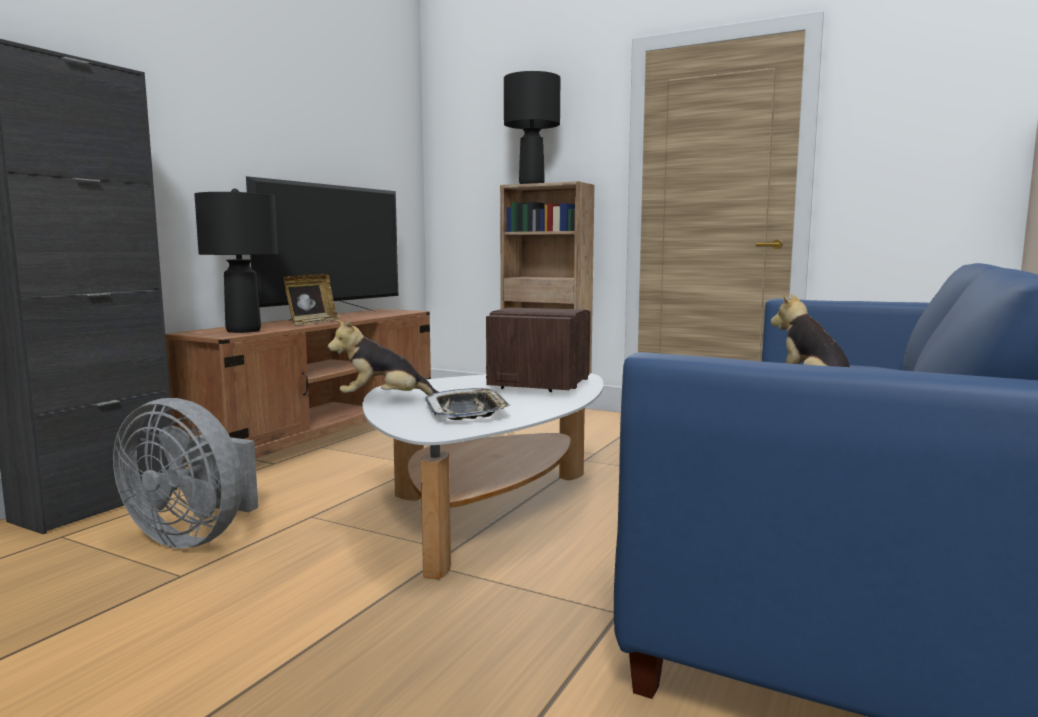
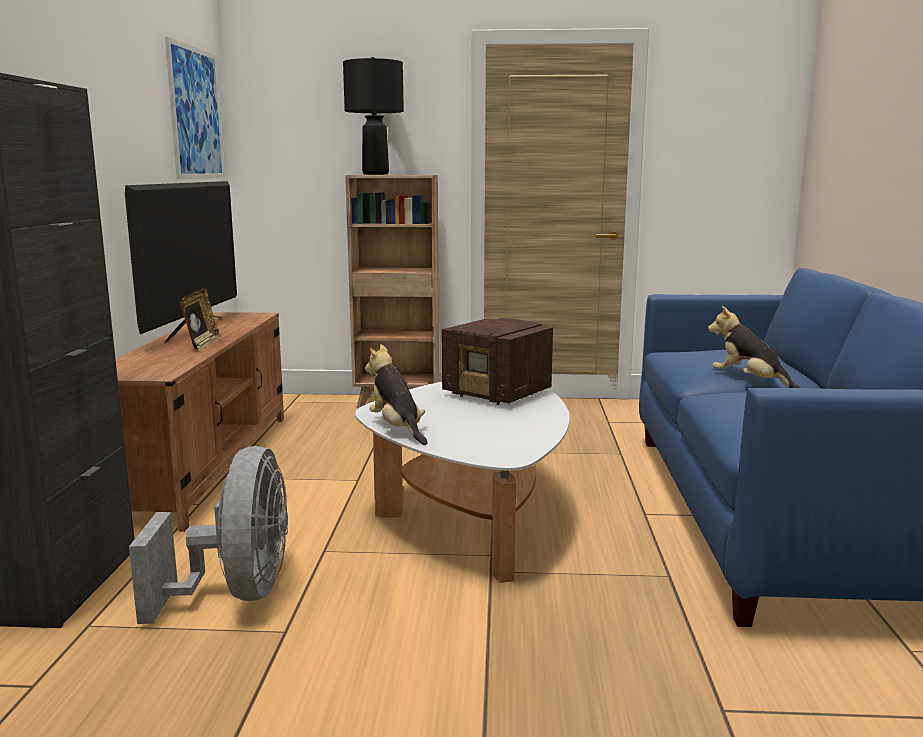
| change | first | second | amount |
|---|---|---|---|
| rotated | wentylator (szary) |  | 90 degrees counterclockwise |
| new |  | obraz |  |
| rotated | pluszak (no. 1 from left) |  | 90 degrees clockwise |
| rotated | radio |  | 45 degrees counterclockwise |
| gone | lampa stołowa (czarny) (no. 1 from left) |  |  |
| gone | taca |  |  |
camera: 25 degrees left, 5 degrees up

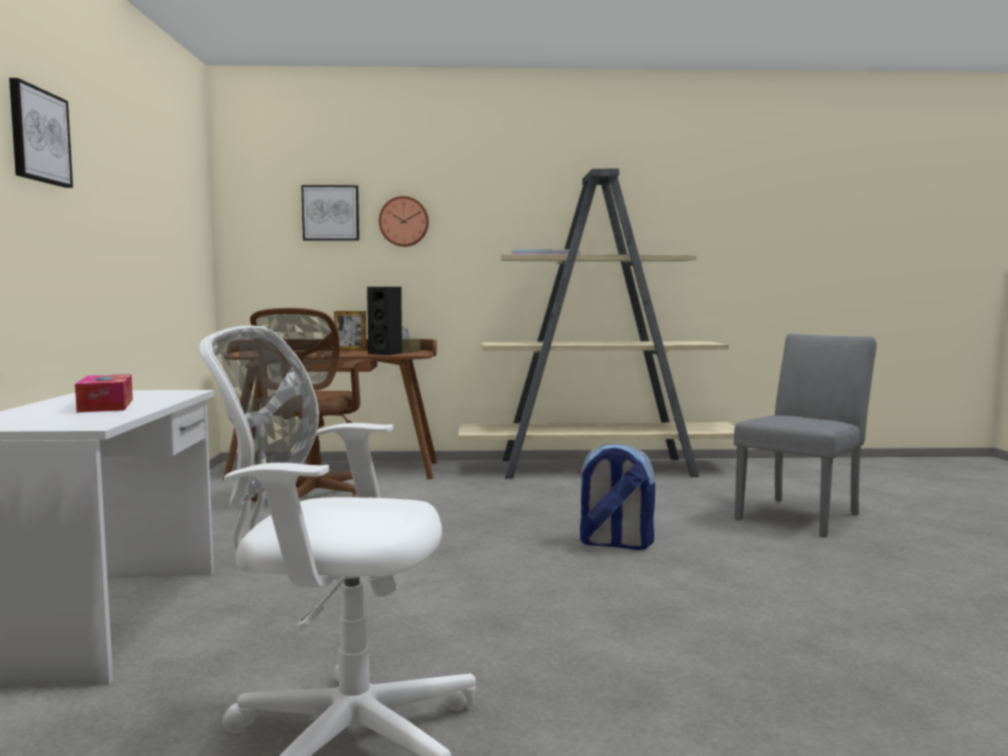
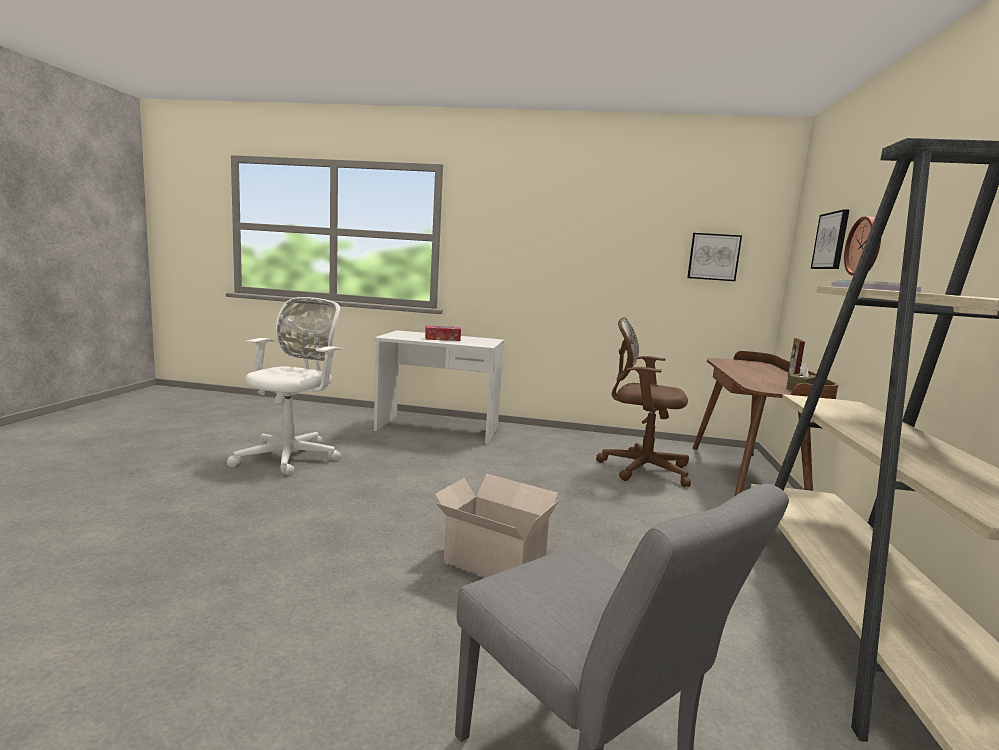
| change | first | second | amount |
|---|---|---|---|
| swapped | plecak | karton |  |
| shifted | obraz (no. 1 from left) |  |  |
| gone | głośnik (czarny) |  |  |
camera: 100 degrees right, 5 degrees up

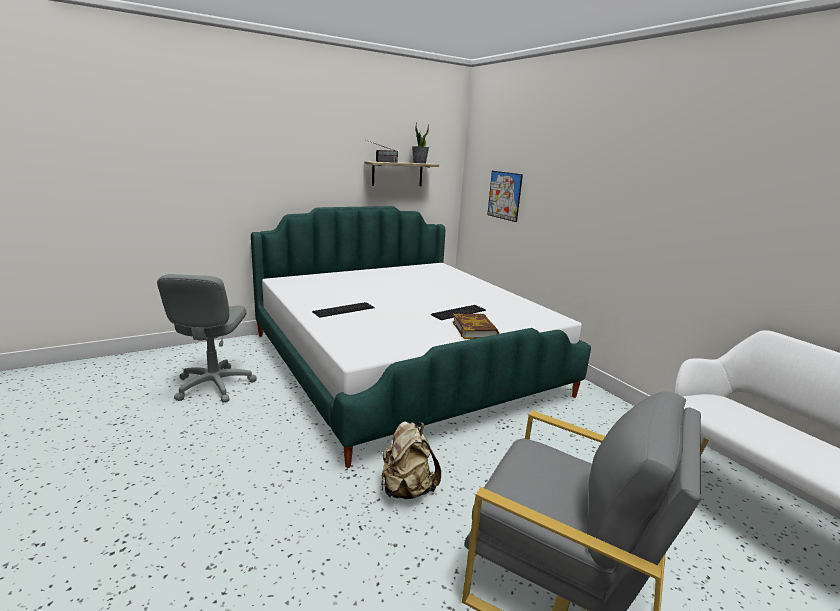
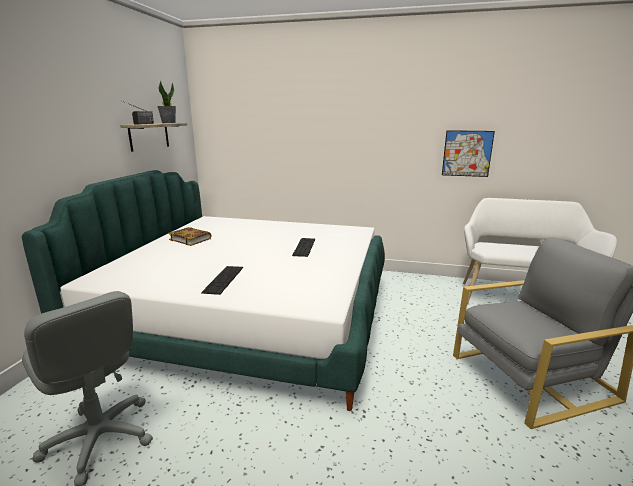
| change | first | second | amount |
|---|---|---|---|
| shifted | książka |  |  |
| shifted | obraz |  |  |
| gone | plecak (beżowy) |  |  |
camera: 45 degrees left, 0 degrees up

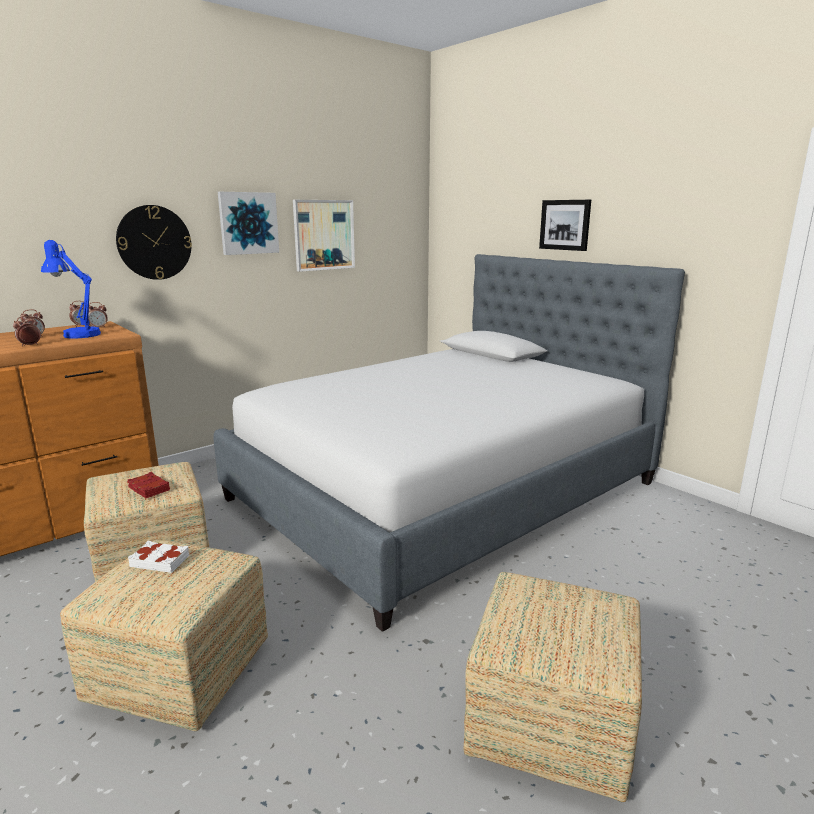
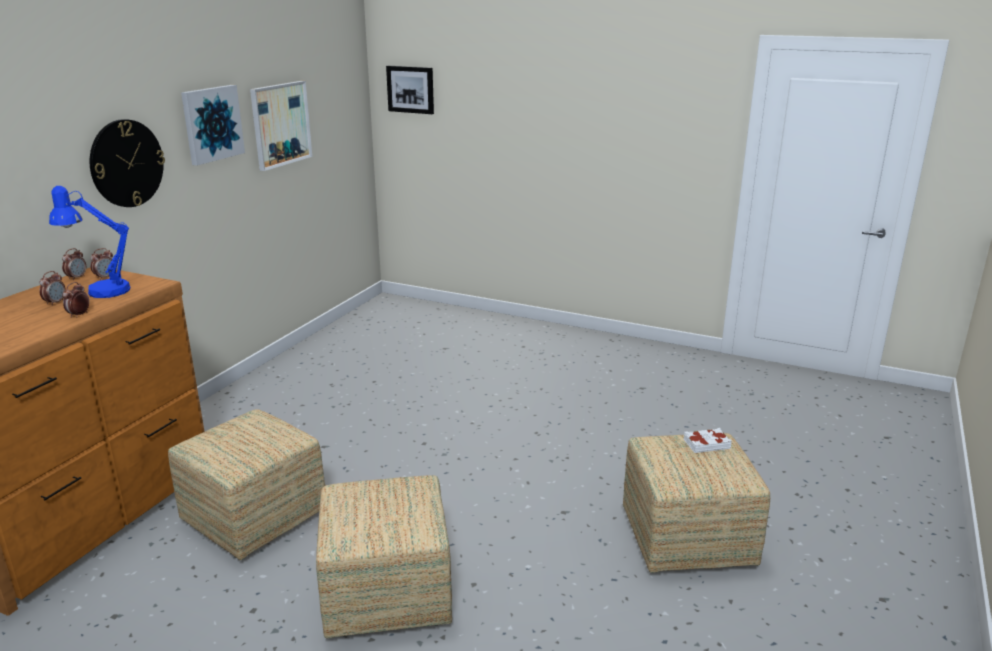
| change | first | second | amount |
|---|---|---|---|
| shifted | obraz (no. 3 from left) |  |  |
| shifted | książka (biały) |  |  |
| gone | książka (czerwony) |  |  |
| gone | łóżko |  |  |
camera: 25 degrees left, 5 degrees up

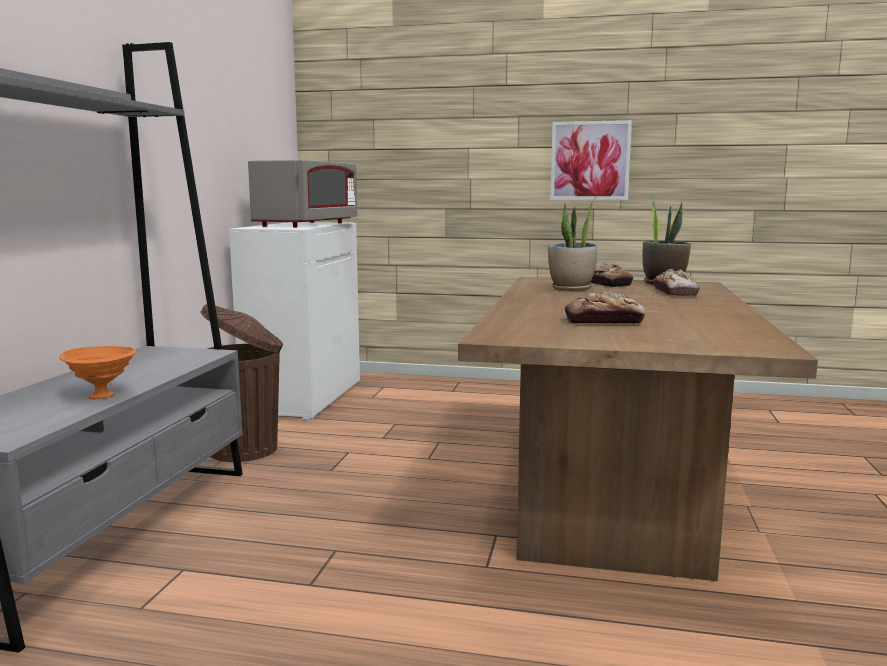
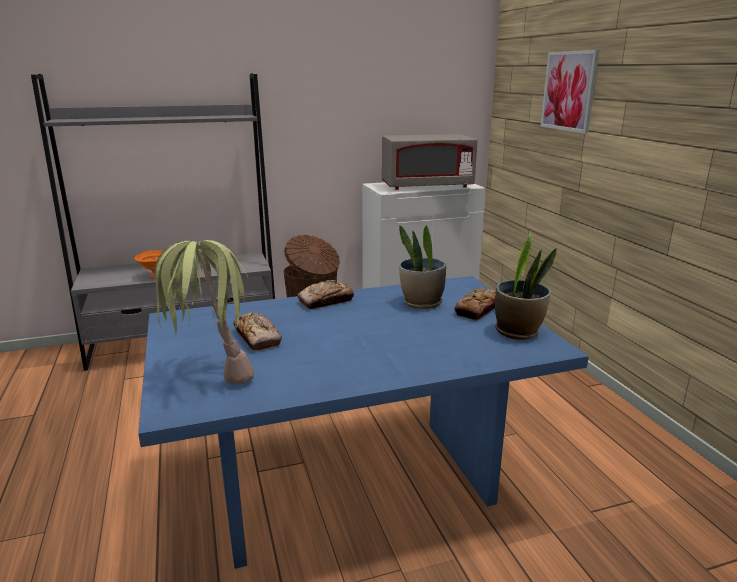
| change | first | second | amount |
|---|---|---|---|
| repainted | stół jadalny (brązowy) | stół jadalny (niebieski) |  |
| new |  | roślina doniczkowa (no. 1 from left) |  |
| shifted | chleb (no. 3 from left in the first image) | chleb (no. 2 from left) |  |
| shifted | obraz |  |  |
camera: 60 degrees right, 10 degrees up

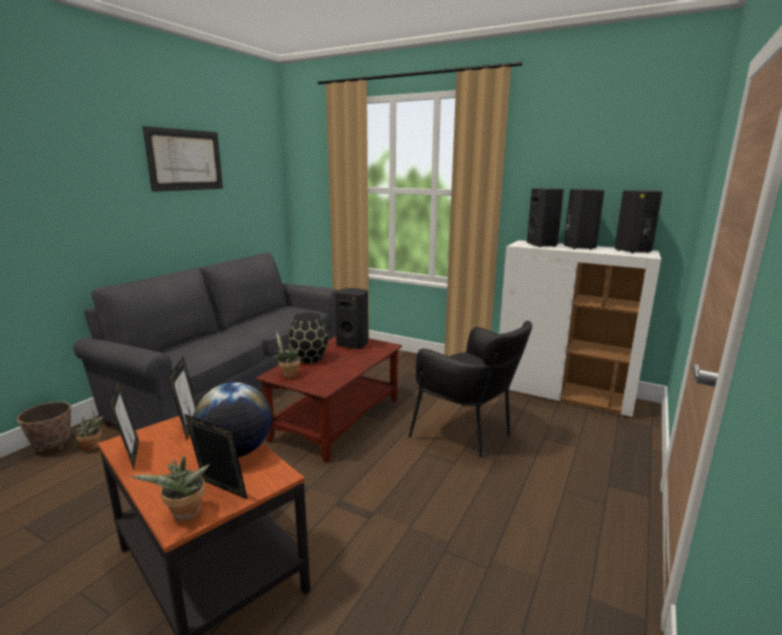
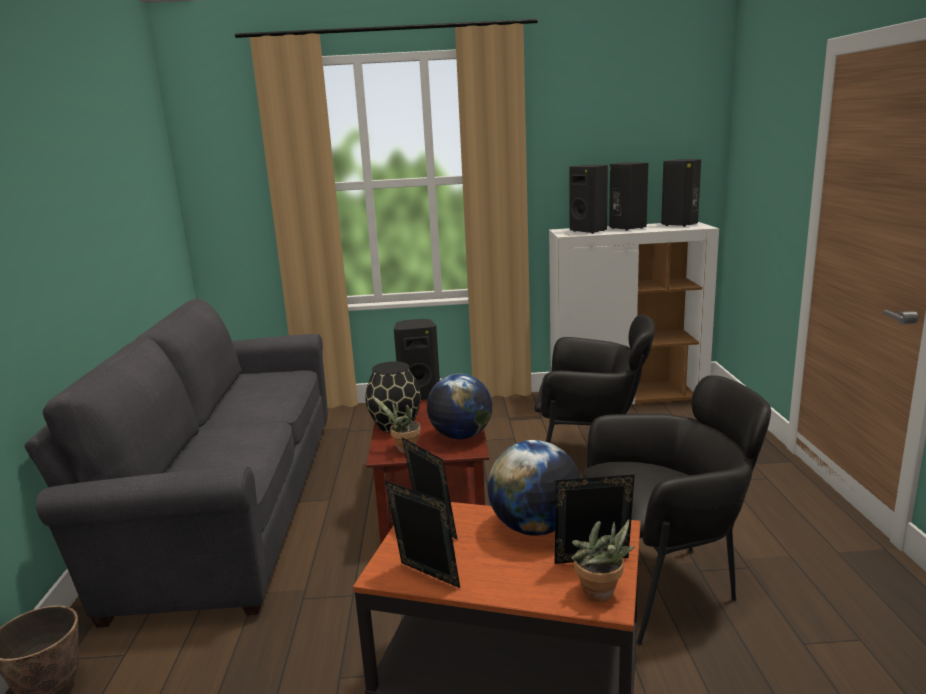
| change | first | second | amount |
|---|---|---|---|
| new |  | globus (no. 1 from left) |  |
| new |  | fotel (czarny) (no. 2 from left) |  |
| gone | roślina doniczkowa (no. 1 from left) |  |  |
| gone | obraz |  |  |
camera: 30 degrees left, 0 degrees up

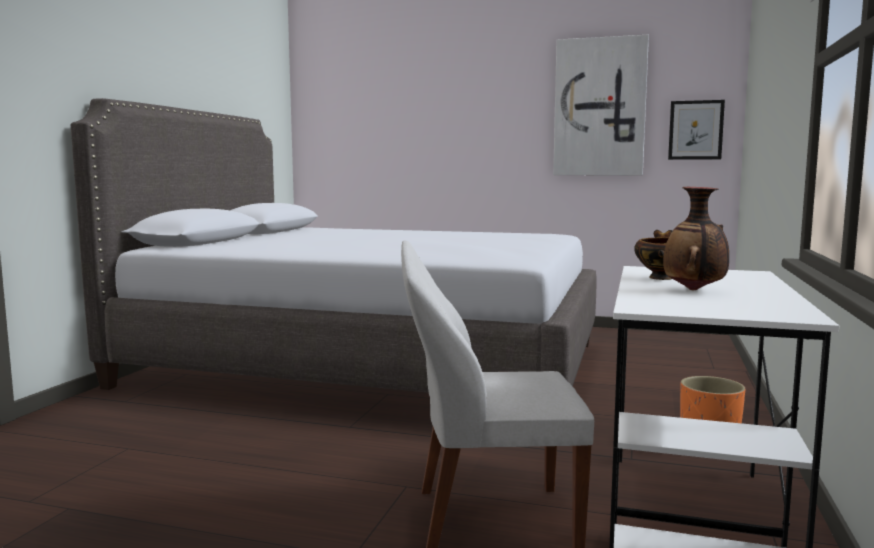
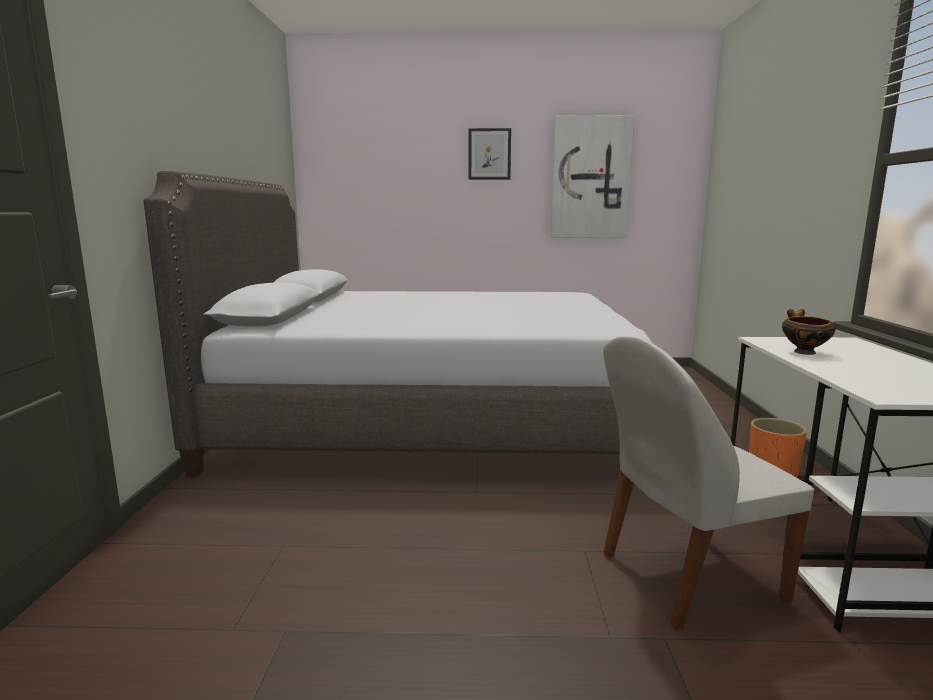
| change | first | second | amount |
|---|---|---|---|
| shifted | obraz (no. 2 from left in the first image) | obraz (no. 1 from left) |  |
| gone | wazon |  |  |
camera: 15 degrees left, 5 degrees up

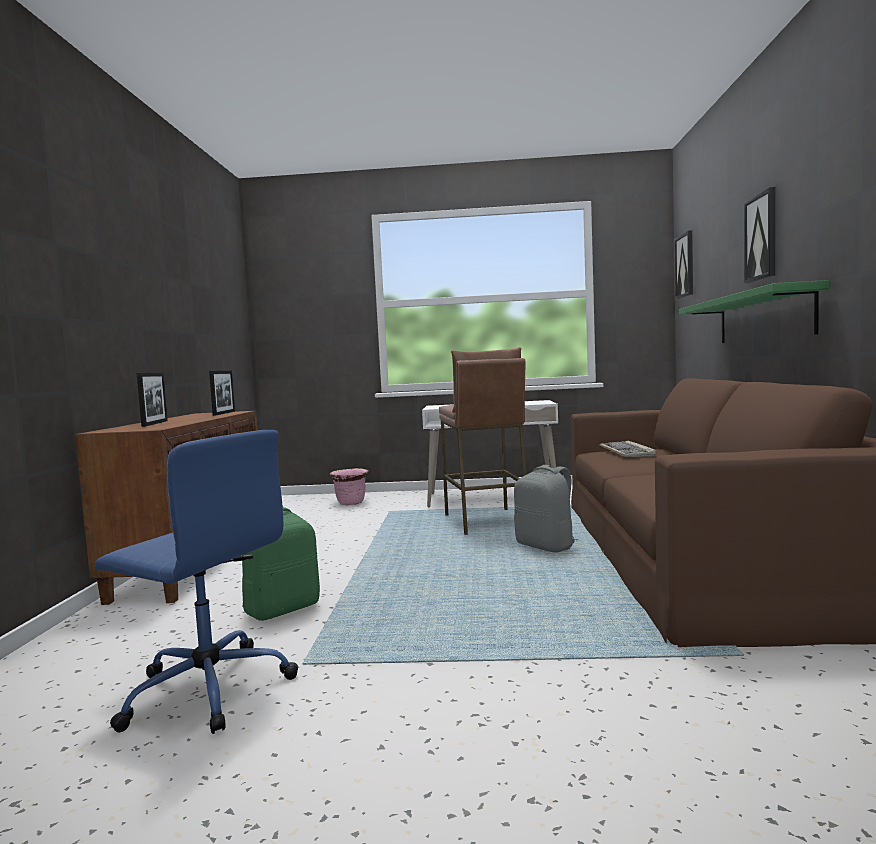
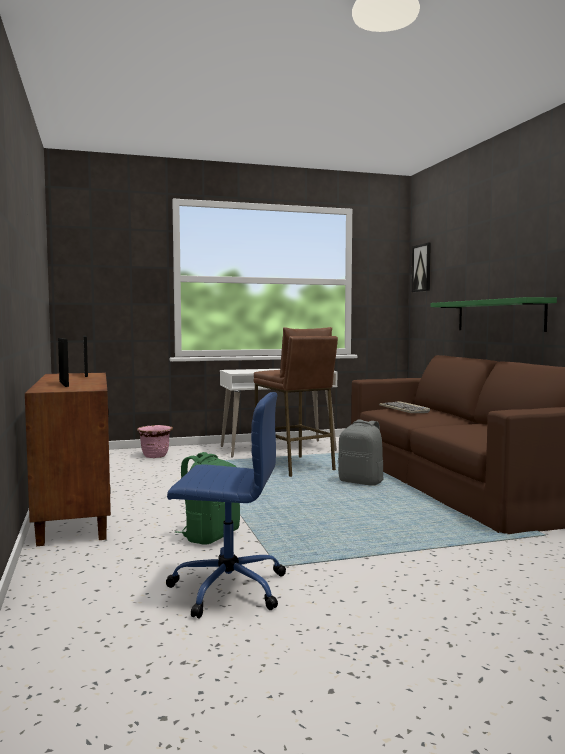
| change | first | second | amount |
|---|---|---|---|
| gone | obraz (no. 2 from left) |  |  |
camera: 20 degrees left, 0 degrees up

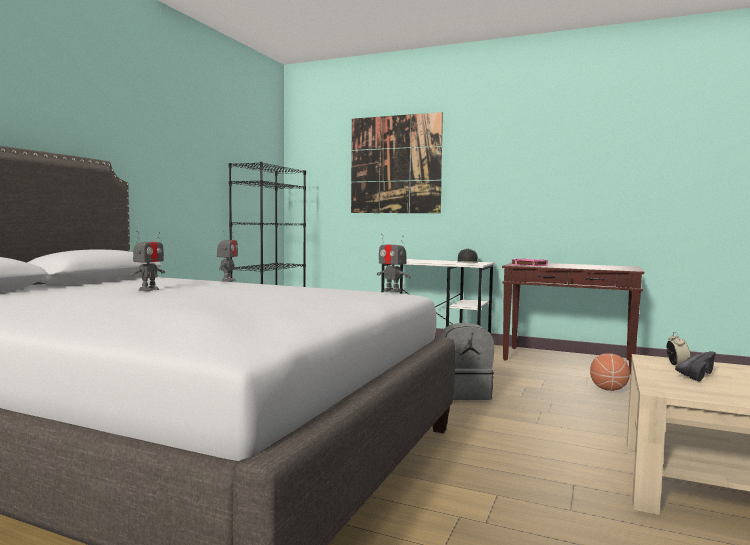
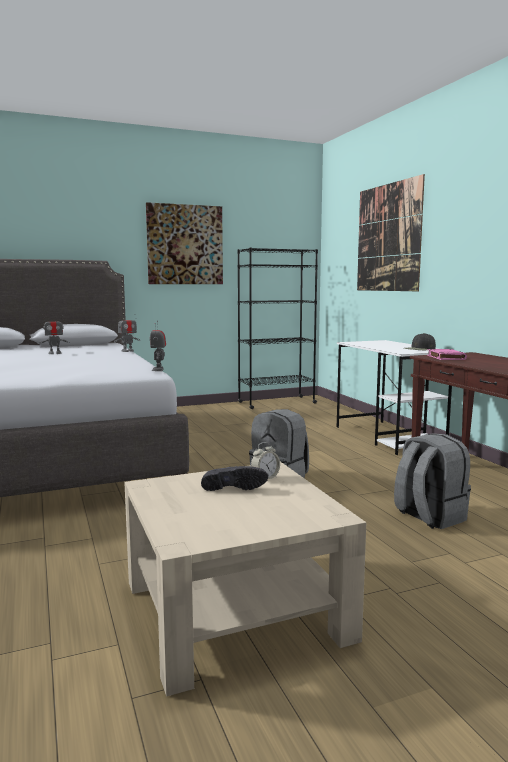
| change | first | second | amount |
|---|---|---|---|
| new |  | obraz (no. 1 from left) |  |
| swapped | piłka do koszykówki | plecak (szary) (no. 2 from left) |  |
camera: 45 degrees right, 5 degrees up

